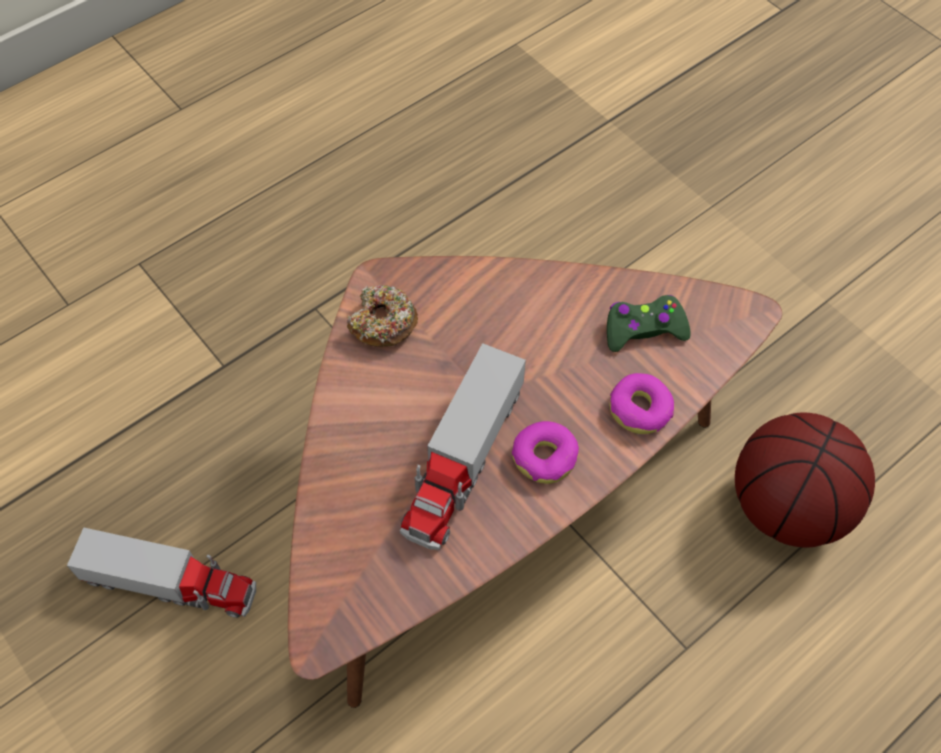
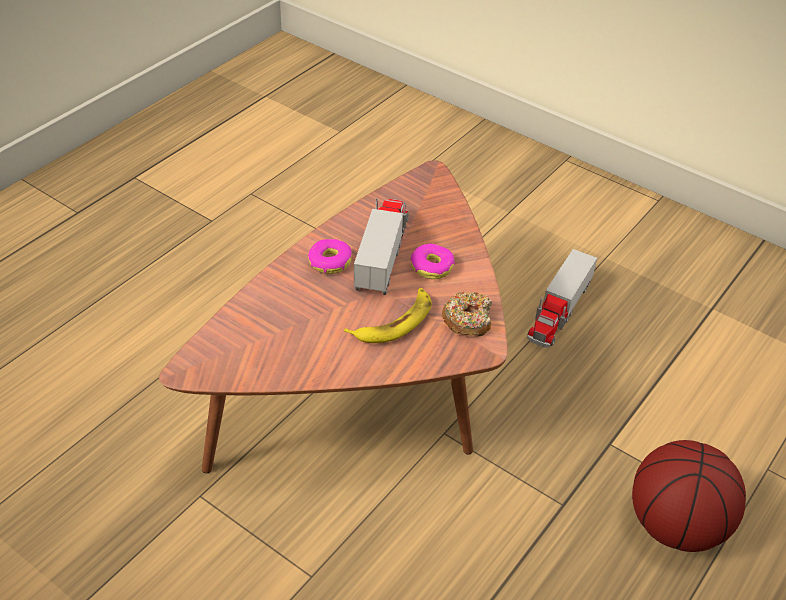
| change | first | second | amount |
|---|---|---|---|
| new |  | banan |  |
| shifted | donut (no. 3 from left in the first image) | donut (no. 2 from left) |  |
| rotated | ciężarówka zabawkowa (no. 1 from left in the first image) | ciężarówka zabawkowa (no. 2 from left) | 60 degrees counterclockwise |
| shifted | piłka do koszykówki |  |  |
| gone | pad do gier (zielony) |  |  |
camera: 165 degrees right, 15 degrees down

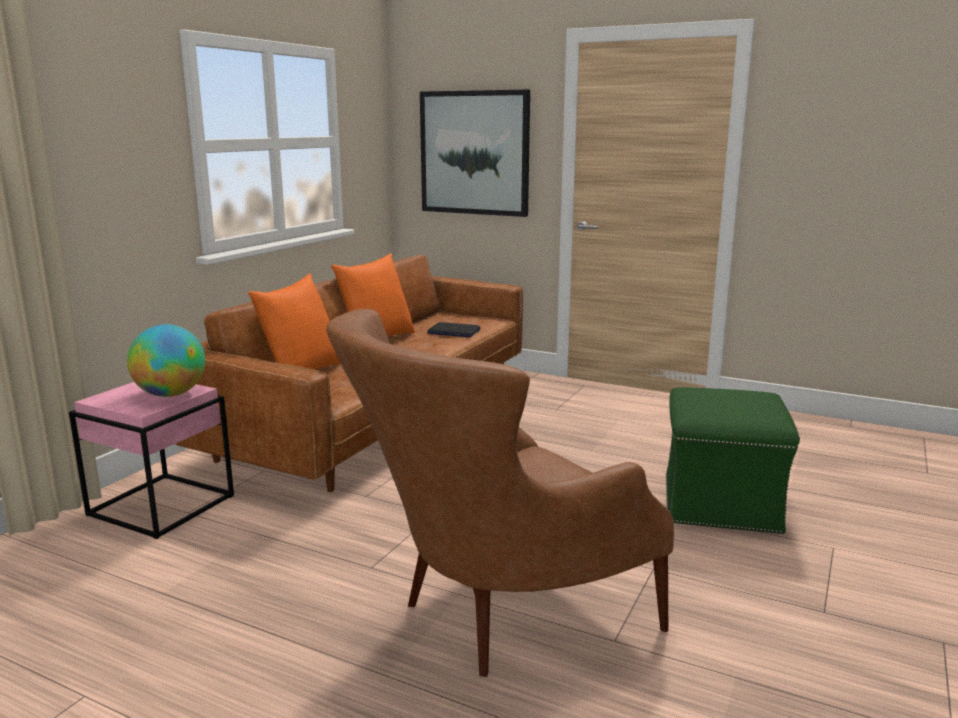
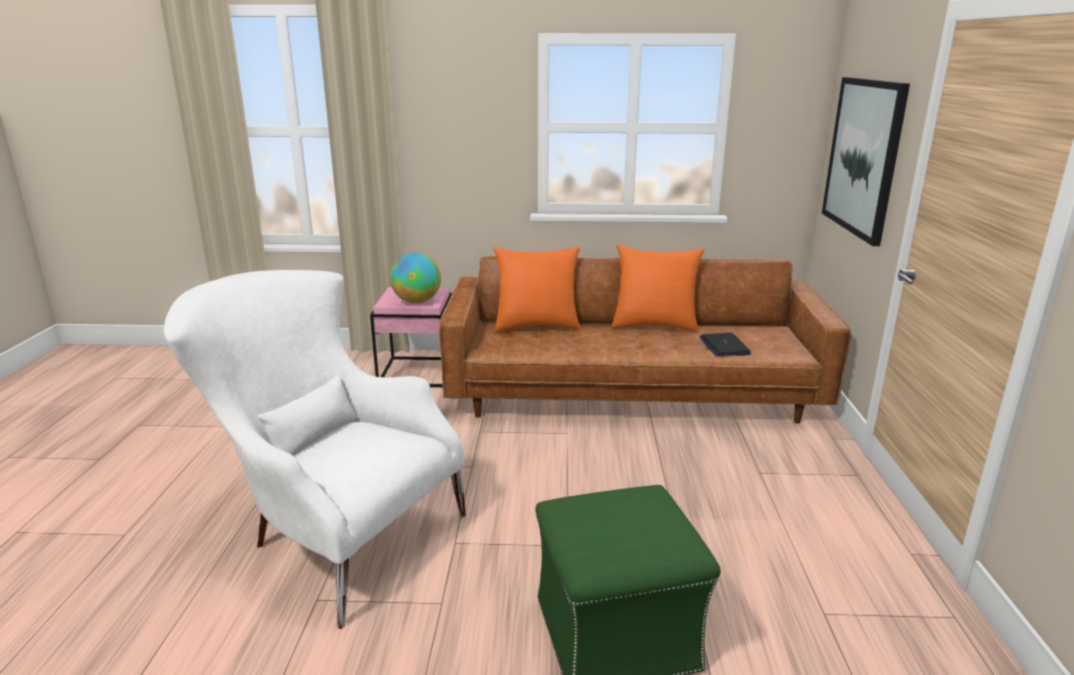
| change | first | second | amount |
|---|---|---|---|
| repainted | fotel (brązowy) | fotel (biały) |  |
camera: 65 degrees right, 5 degrees up

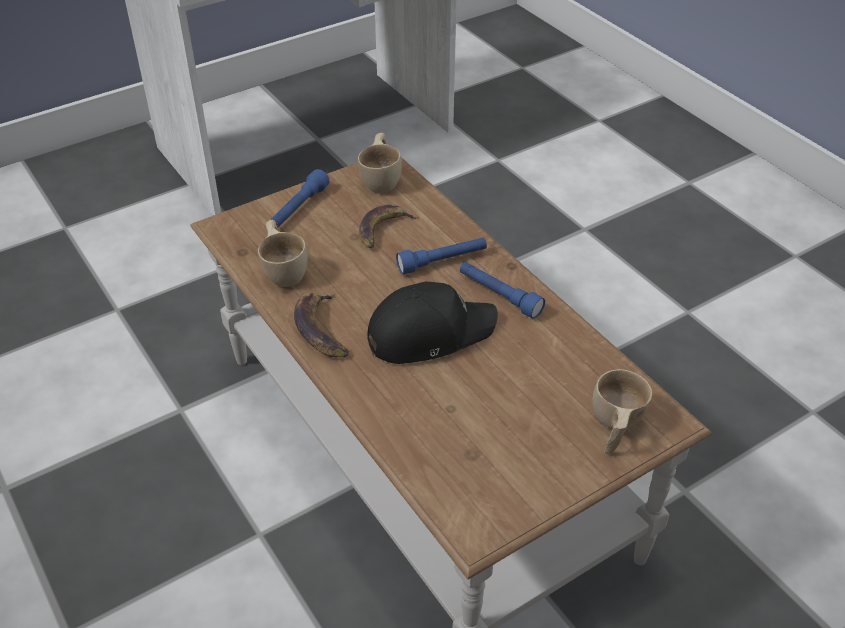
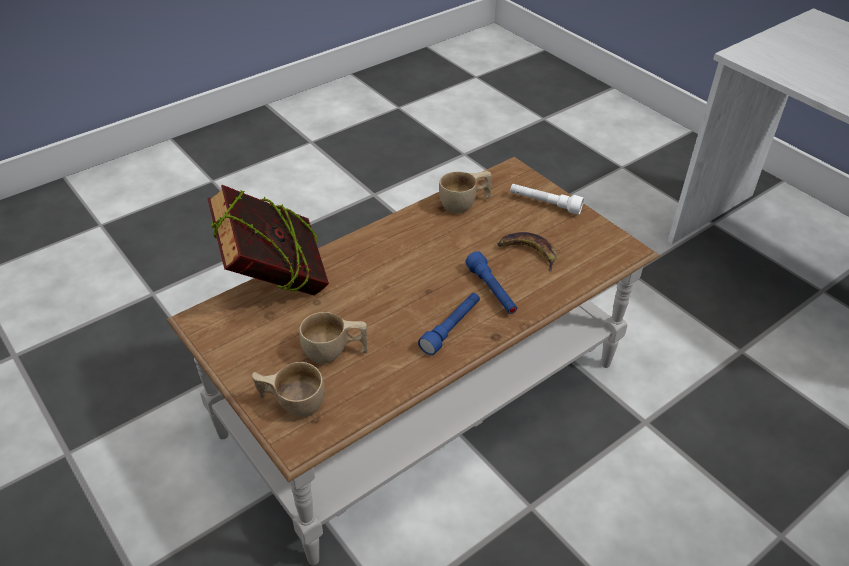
| change | first | second | amount |
|---|---|---|---|
| new |  | książka |  |
| shifted | filiżanka (beżowy) (no. 2 from left) |  |  |
| repainted | latarka (niebieski) (no. 1 from left) | latarka (biały) |  |
| gone | banan (no. 1 from left) |  |  |
| gone | czapka z daszkiem (czarny) |  |  |
camera: 85 degrees right, 0 degrees up

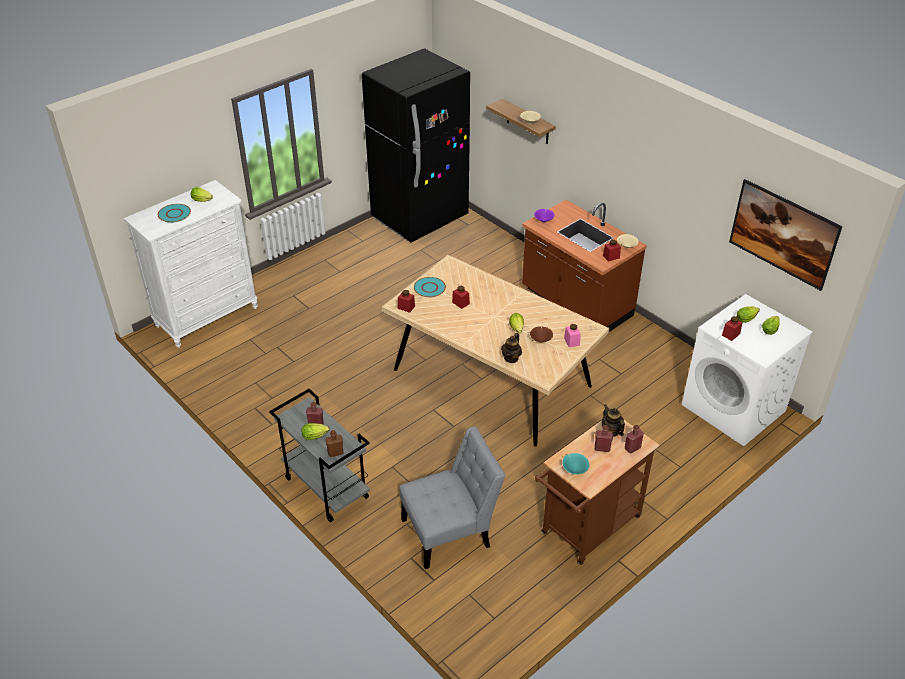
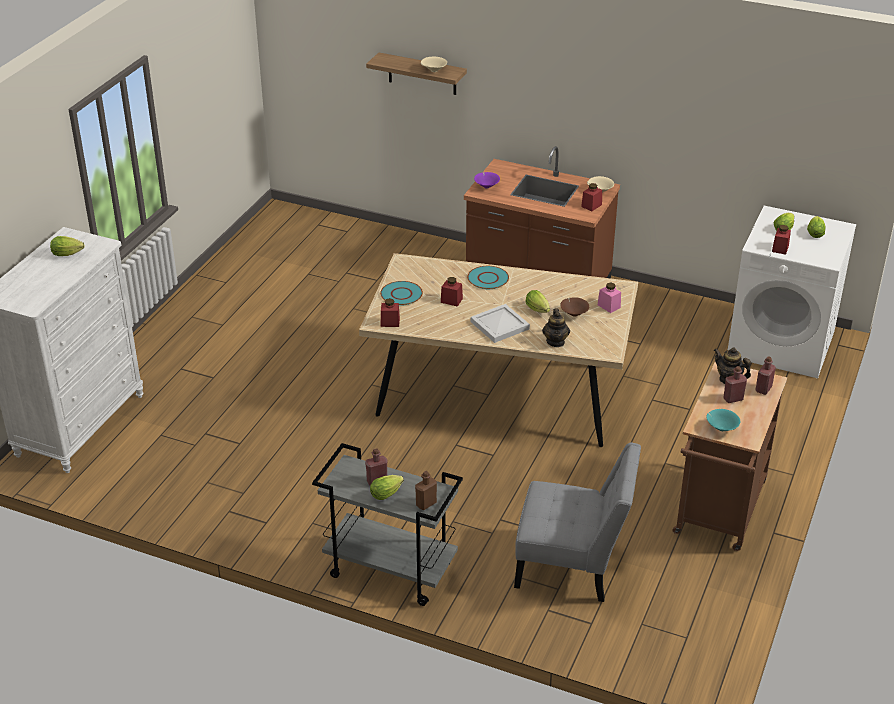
| change | first | second | amount |
|---|---|---|---|
| shifted | talerz (turkusowy) (no. 1 from left in the first image) | talerz (turkusowy) (no. 2 from left) |  |
| new |  | taca (biały) |  |
| rotated | krzesło (szary) |  | 60 degrees clockwise |
| gone | lodówka (czarny) |  |  |
| gone | obraz |  |  |
camera: 25 degrees left, 5 degrees down

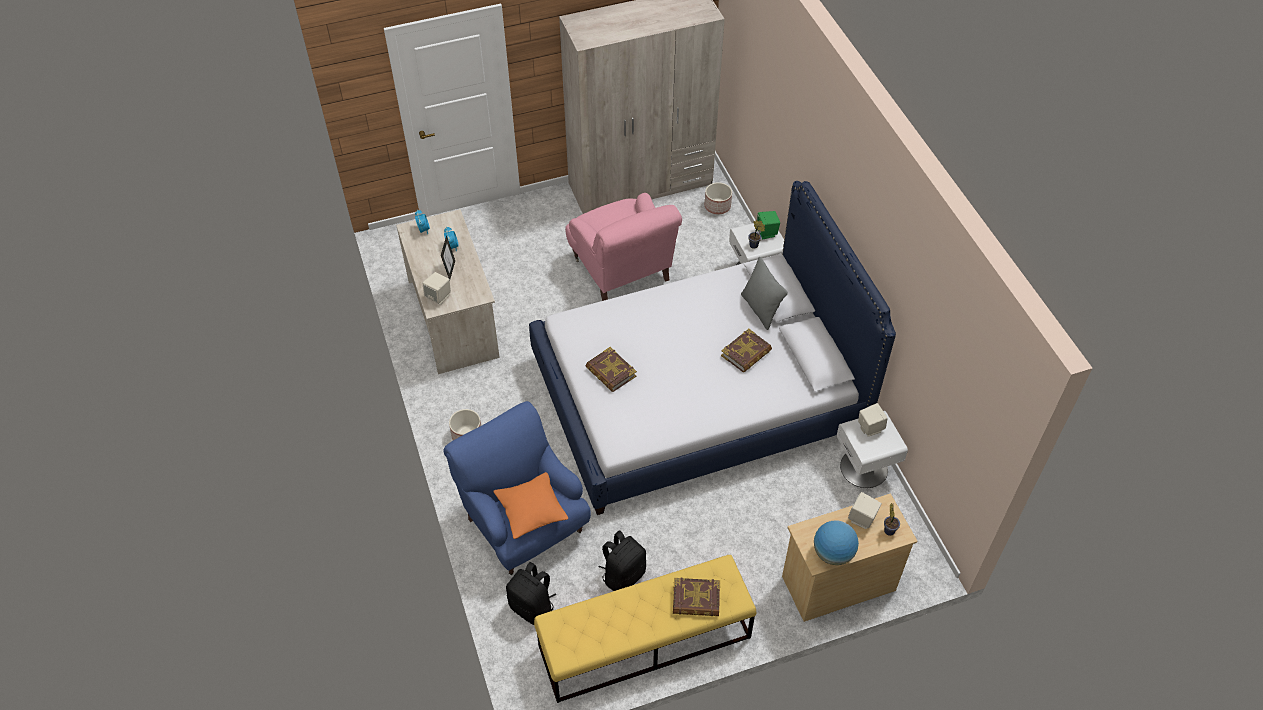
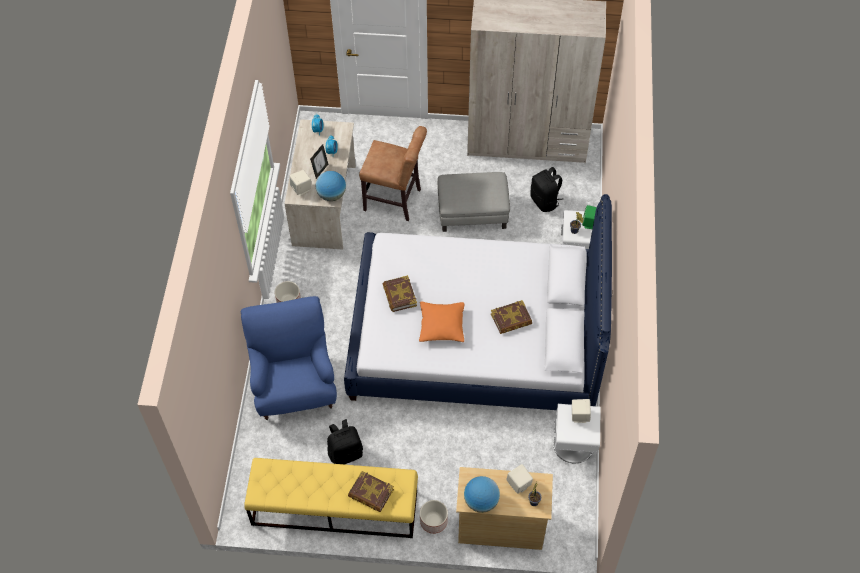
| change | first | second | amount |
|---|---|---|---|
| new |  | globus (no. 1 from left) |  |
| new |  | krzesło (brązowy) |  |
| shifted | poduszka (pomarańczowy) |  |  |
| shifted | donica (no. 2 from left) |  |  |
| swapped | fotel (różowy) | pufa (szary) |  |
| shifted | plecak (czarny) (no. 1 from left in the first image) | plecak (czarny) (no. 2 from left) |  |
| gone | poduszka (szary) |  |  |
camera: 25 degrees right, 5 degrees up

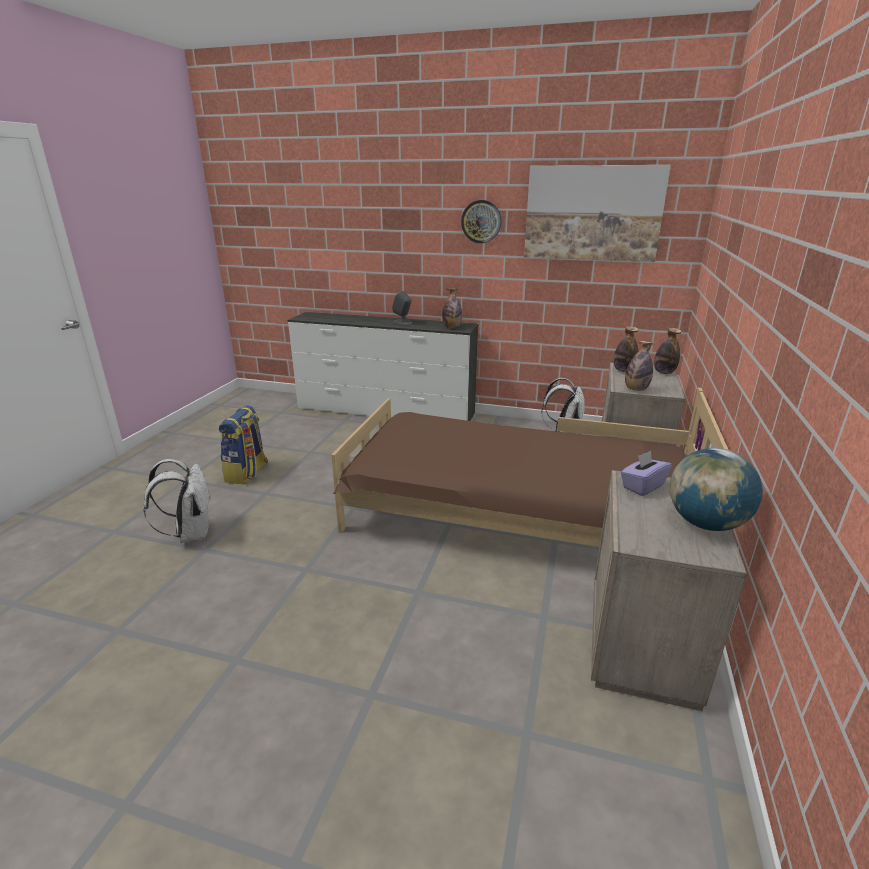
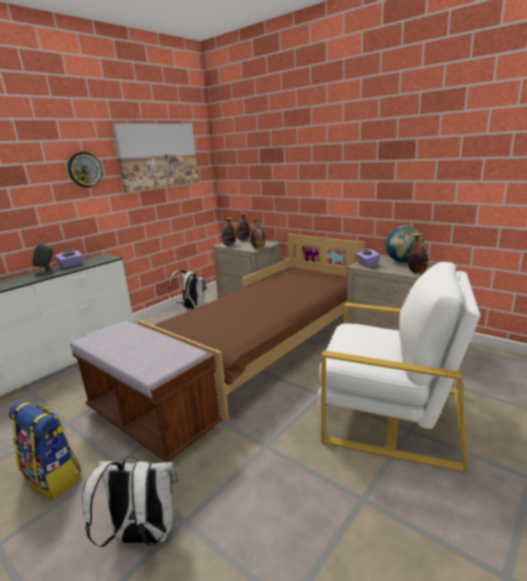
| change | first | second | amount |
|---|---|---|---|
| new |  | pudełko chusteczek (fioletowy) (no. 1 from left) |  |
| new |  | ławka (brązowy) |  |
| new |  | fotel (biały) |  |
| shifted | butelka (no. 1 from left in the first image) | butelka (no. 4 from left) |  |
camera: 65 degrees left, 5 degrees down

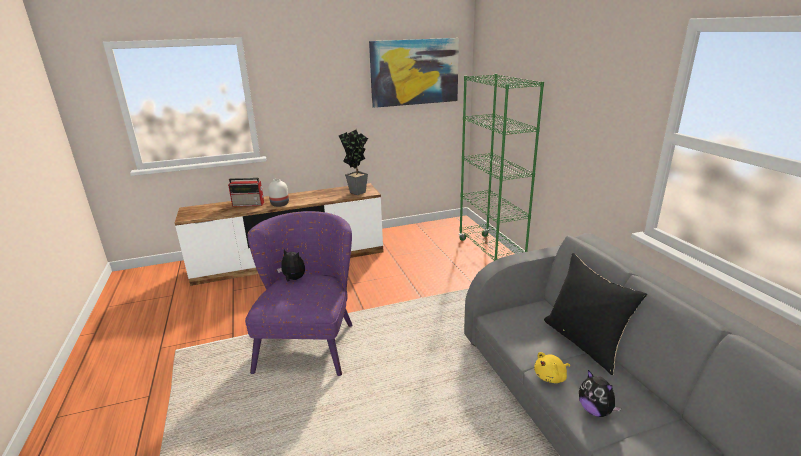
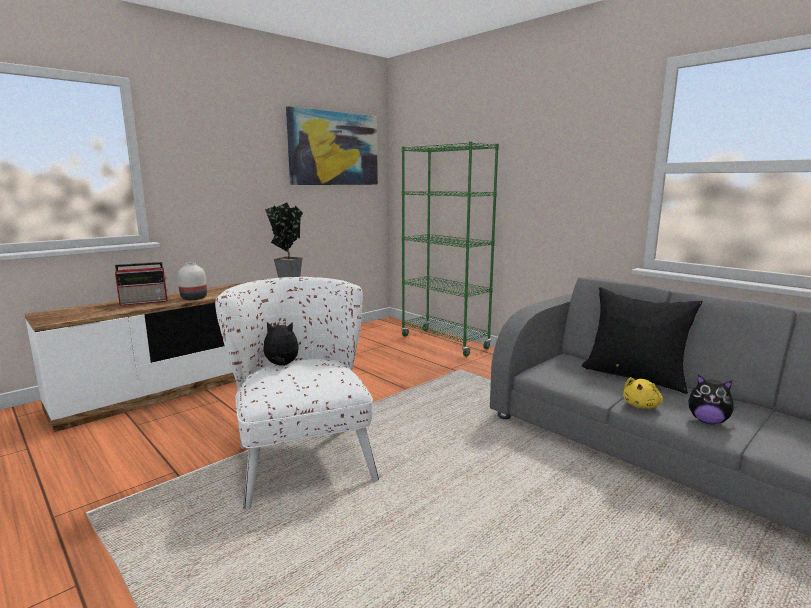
| change | first | second | amount |
|---|---|---|---|
| repainted | fotel (fioletowy) | fotel (biały) |  |
camera: 25 degrees left, 10 degrees down

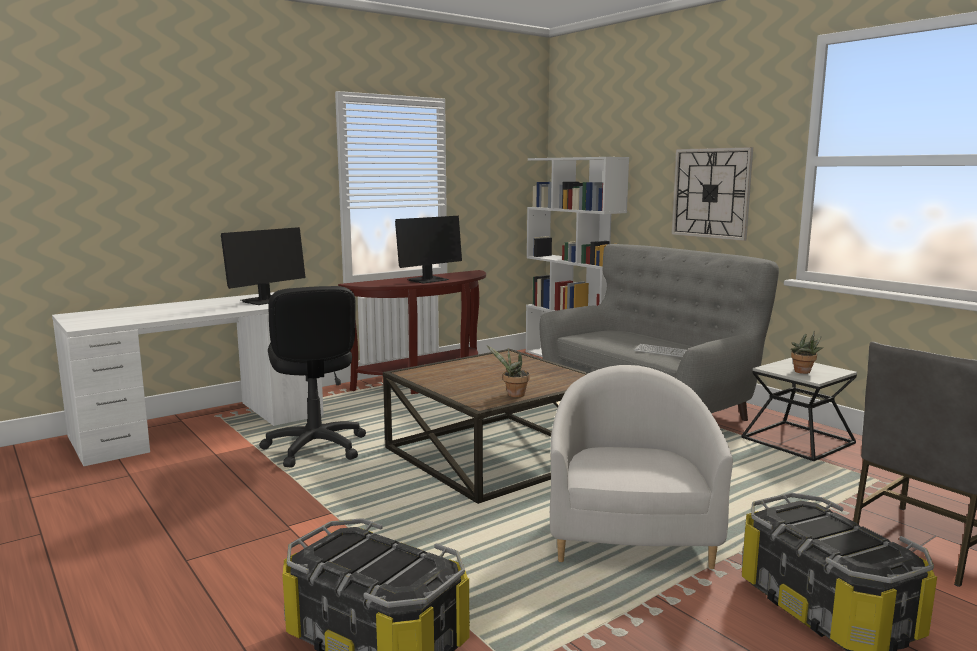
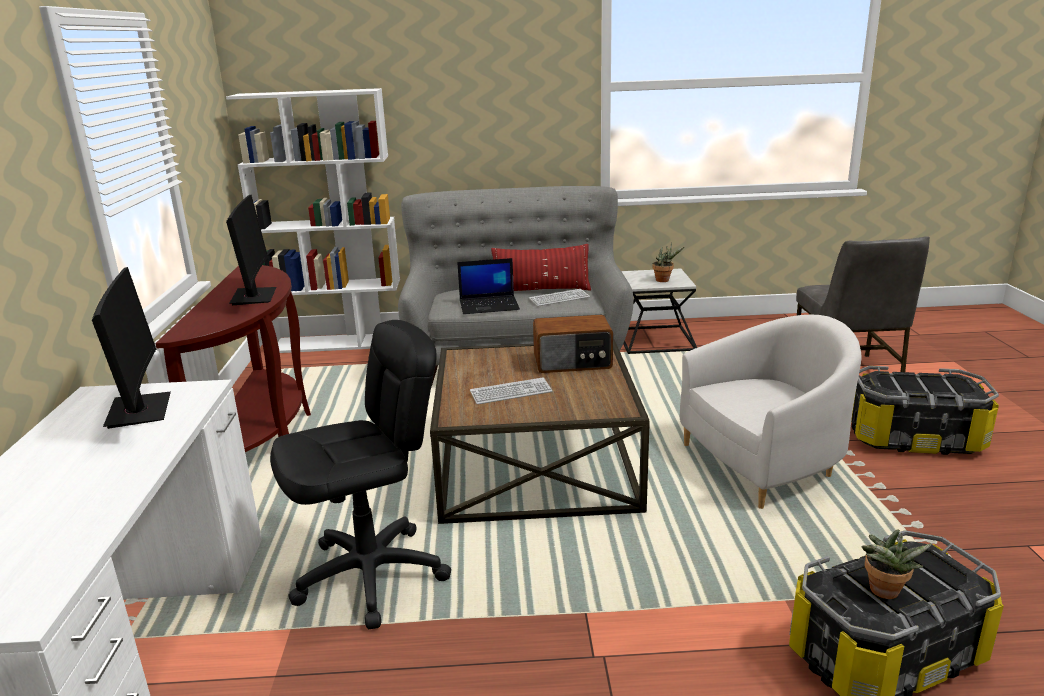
| change | first | second | amount |
|---|---|---|---|
| rotated | krzesło biurowe (czarny) |  | 45 degrees counterclockwise |
| new |  | laptop |  |
| new |  | klawiatura (no. 1 from left) |  |
| new |  | poduszka (czerwony) |  |
| new |  | radio |  |
| rotated | fotel (biały) |  | 120 degrees clockwise |
| shifted | roślina doniczkowa (no. 1 from left in the first image) | roślina doniczkowa (no. 2 from left) |  |
| gone | zegar ścienny |  |  |
camera: 55 degrees left, 10 degrees up

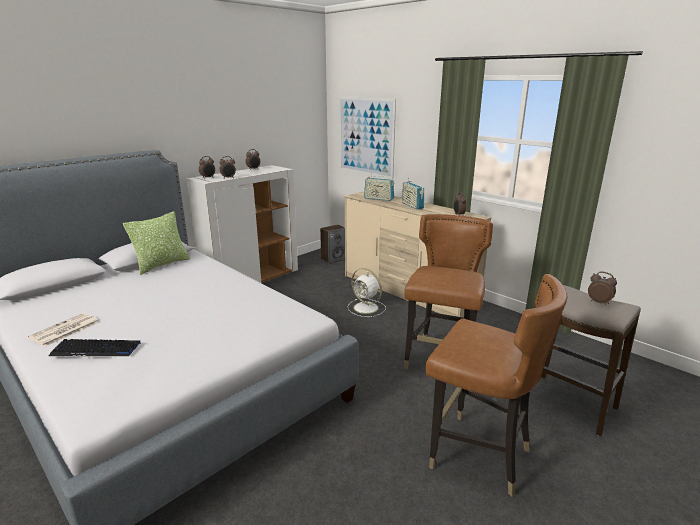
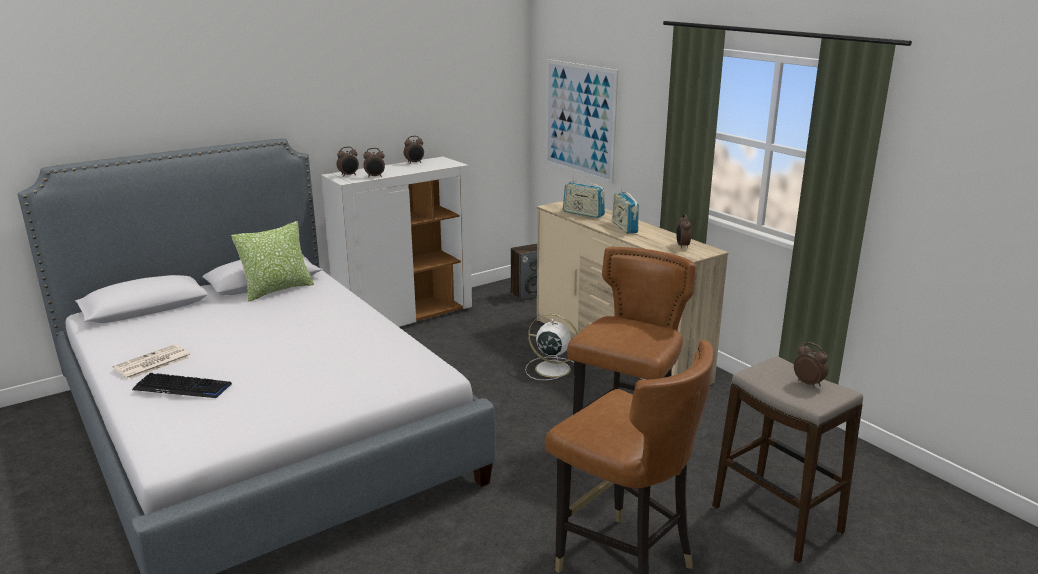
| change | first | second | amount |
|---|---|---|---|
| rotated | wentylator (biały) |  | 150 degrees clockwise |
camera: 10 degrees right, 0 degrees up

